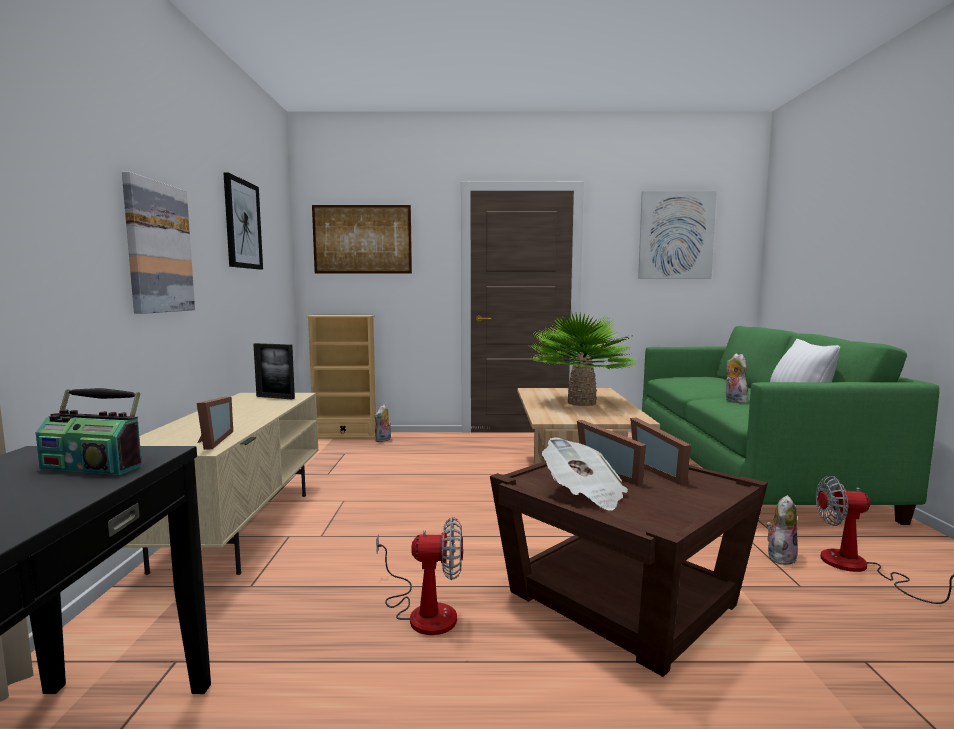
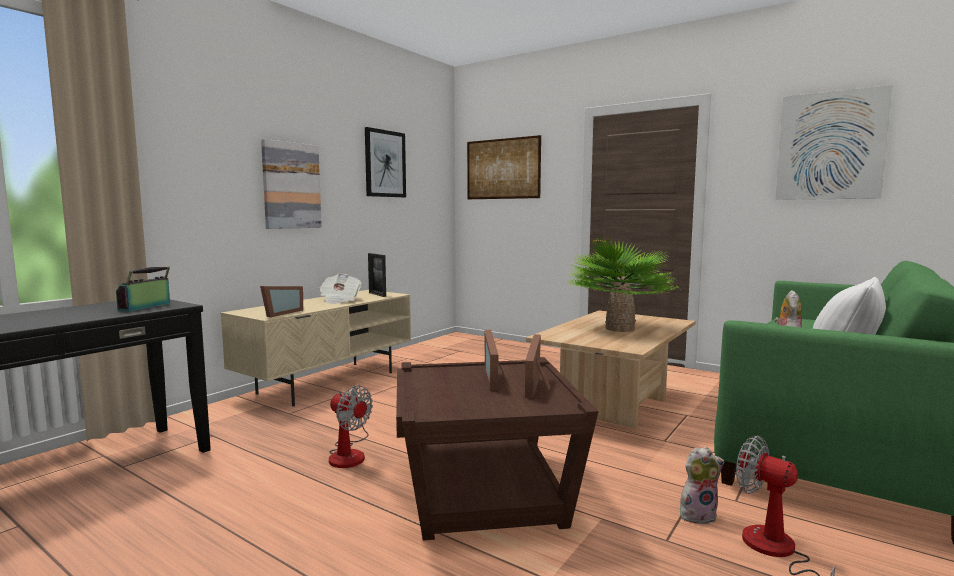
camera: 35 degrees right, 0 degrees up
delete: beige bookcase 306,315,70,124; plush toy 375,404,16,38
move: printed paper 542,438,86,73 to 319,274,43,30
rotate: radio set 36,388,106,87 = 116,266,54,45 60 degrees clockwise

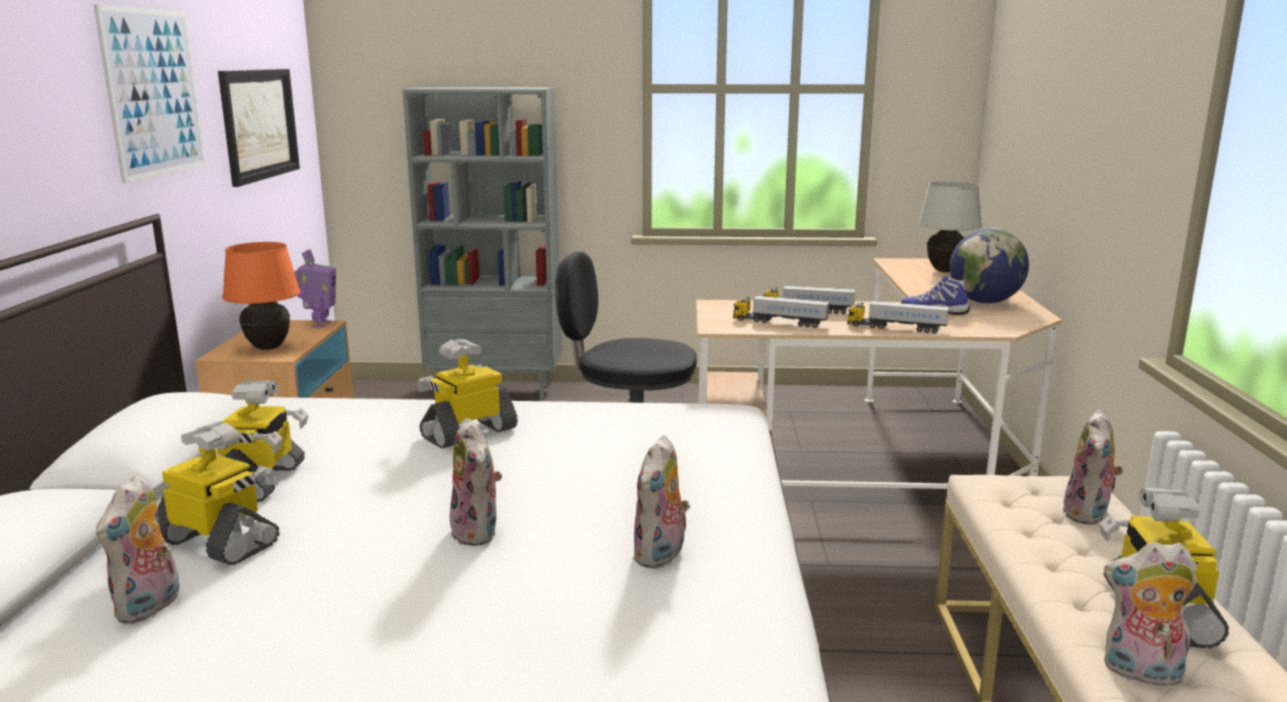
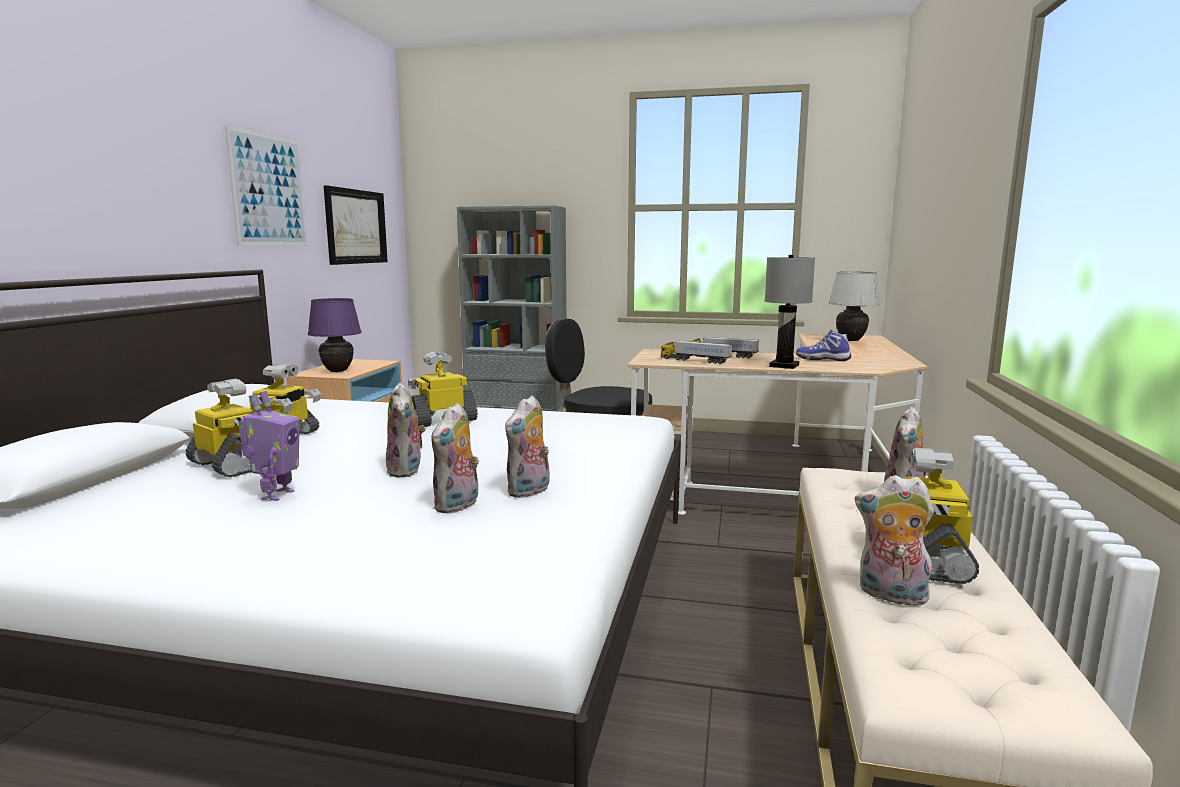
camera: 10 degrees right, 5 degrees down
delete: desk globe 950,228,79,76
move: toy robot 294,249,42,79 to 238,391,61,110; plush toy 96,476,84,148 to 431,403,48,110
replace: toy truck 847,301,102,33 to grey lamp for a table 765,255,50,114
recolor: orange lamp for a table 222,242,78,108 to purple-coloured lamp for a table 308,298,54,74

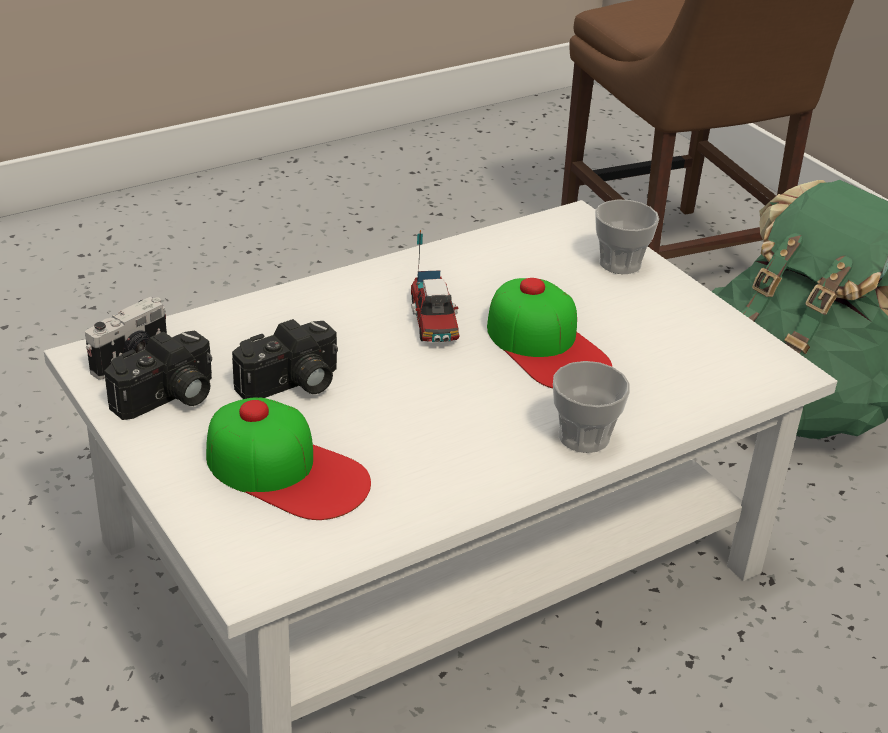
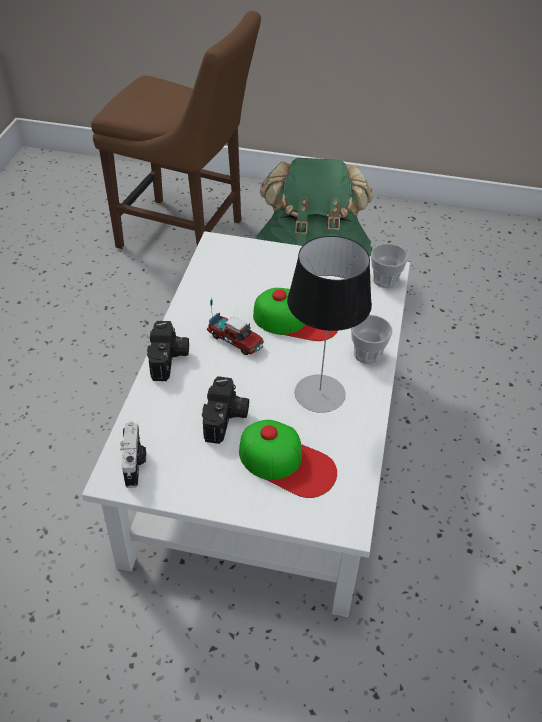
camera: 45 degrees left, 10 degrees up
insert: lamp for a table 287,236,85,177
move: photo camera 105,330,107,90 to 147,321,42,60; small cup 595,199,64,75 to 371,244,37,44
rotate: baseball cap 206,397,165,123 = 239,420,98,78 45 degrees clockwise

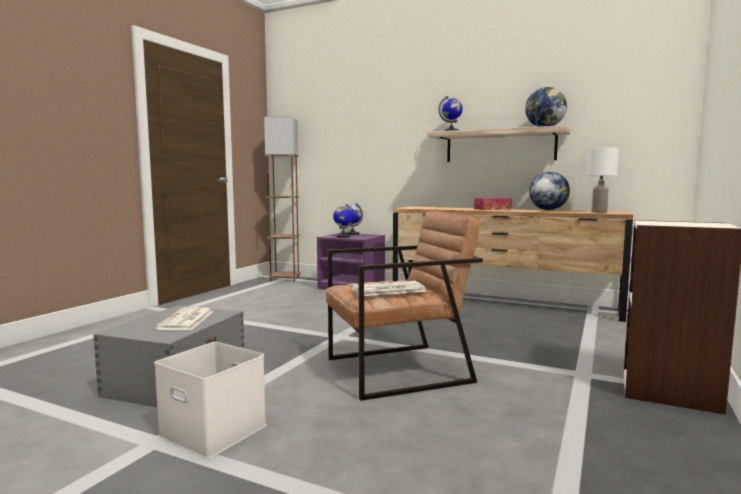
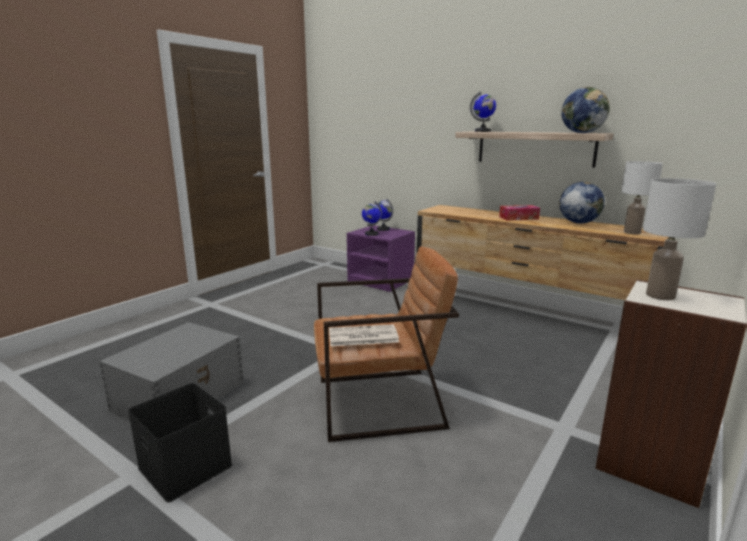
camera: 10 degrees right, 10 degrees up
delete: printed paper 155,307,58,23; brownish floor lamp 264,117,37,165
insert: white-coloured lamp for a table 643,178,73,122
recolor: white-coloured storage box 154,342,112,117 to blackish storage box 128,383,104,120

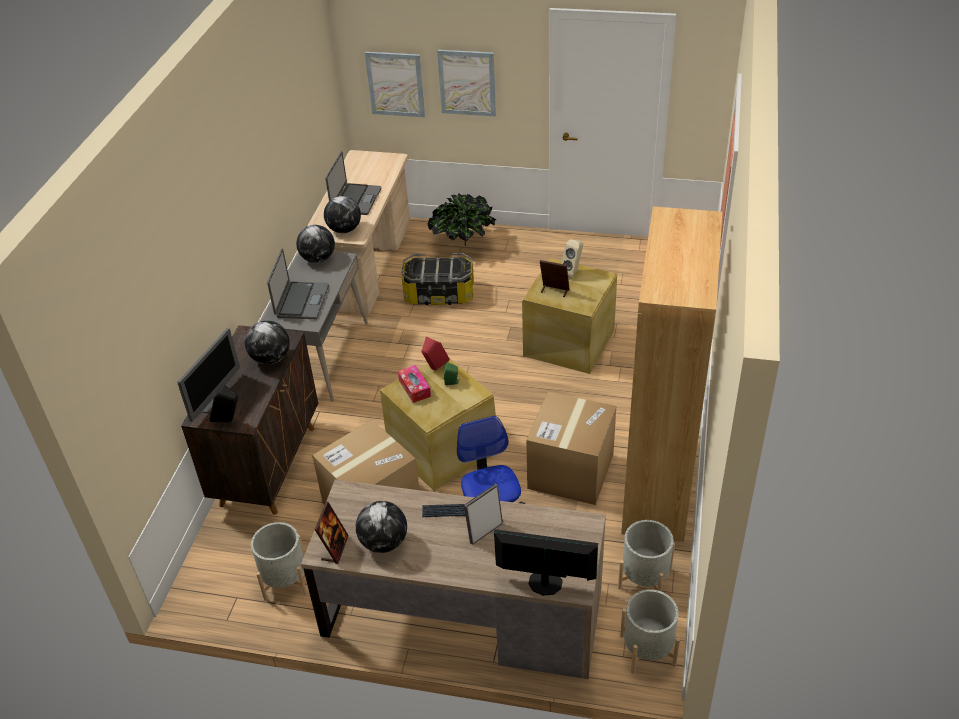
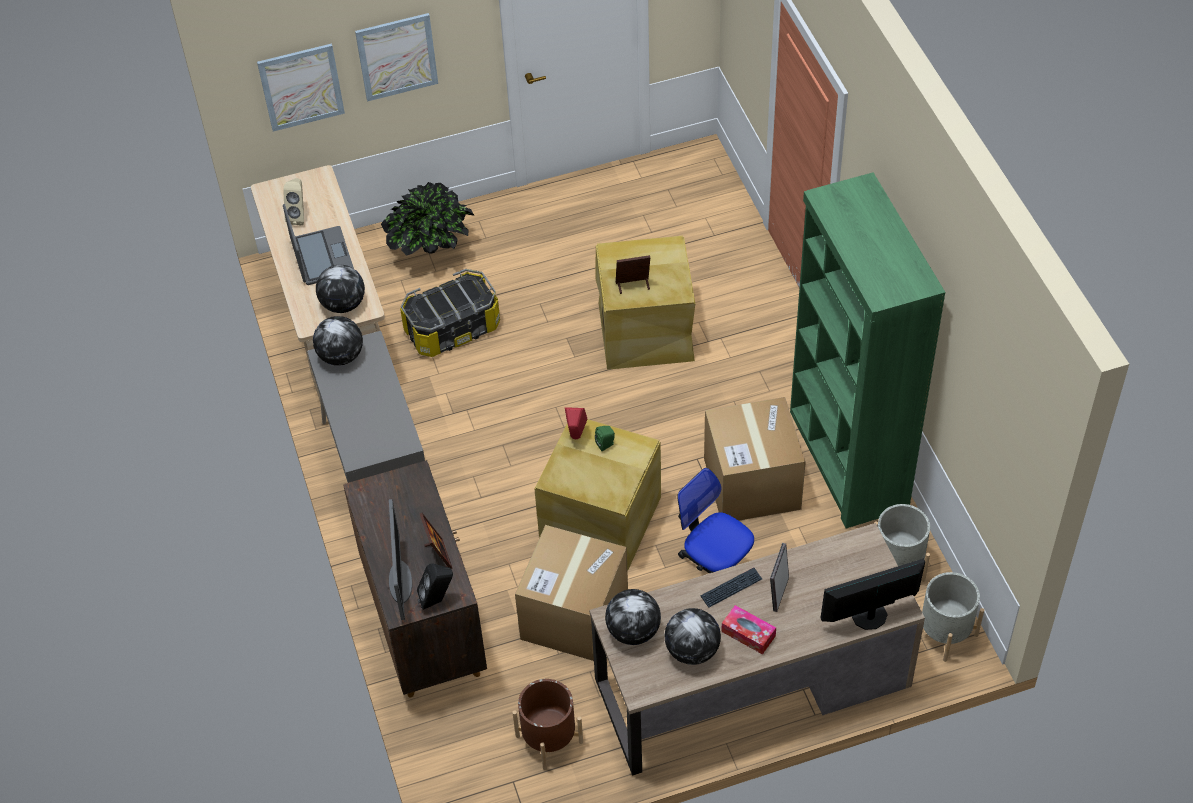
camera: 30 degrees left, 10 degrees up
delete: portable computer 267,249,62,70
move: beige audio speaker 561,239,22,39 to 283,178,21,47; picture frame 315,501,34,63 to 420,513,32,56; desk globe 245,321,45,44 to 605,589,56,56; tissue box 398,365,33,38 to 721,605,55,50
recolor: grey plant pot 251,522,56,79 to brownish plant pot 512,679,71,91; brownish bookcase 621,207,101,335 to greenish bookcase 790,172,155,357

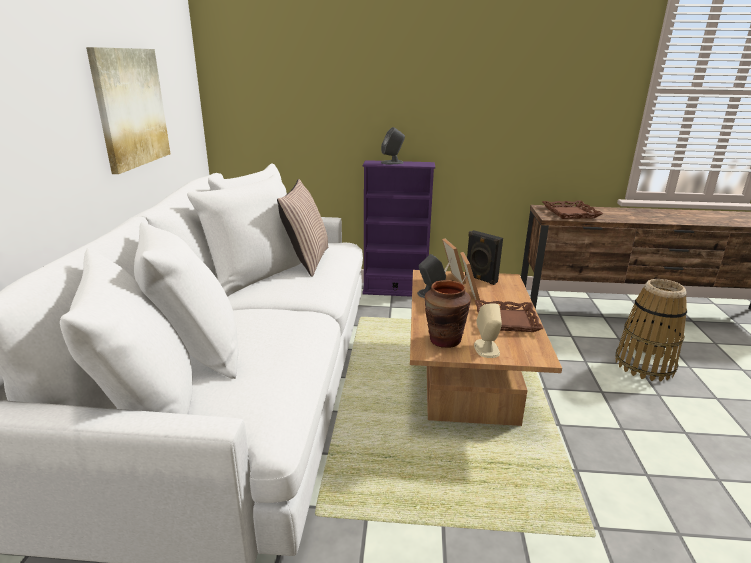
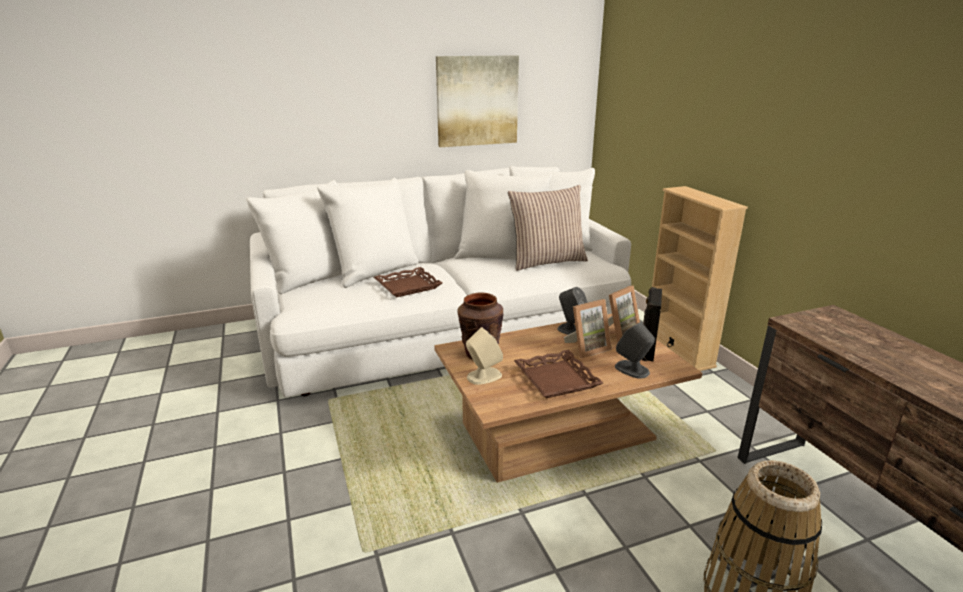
camera: 65 degrees right, 0 degrees up
move: brownish serving tray 542,200,61,19 to 374,267,68,30; grey audio speaker 381,127,24,37 to 615,322,40,57
recolor: purple-coloured bookcase 362,160,73,137 to beige bookcase 652,186,96,185

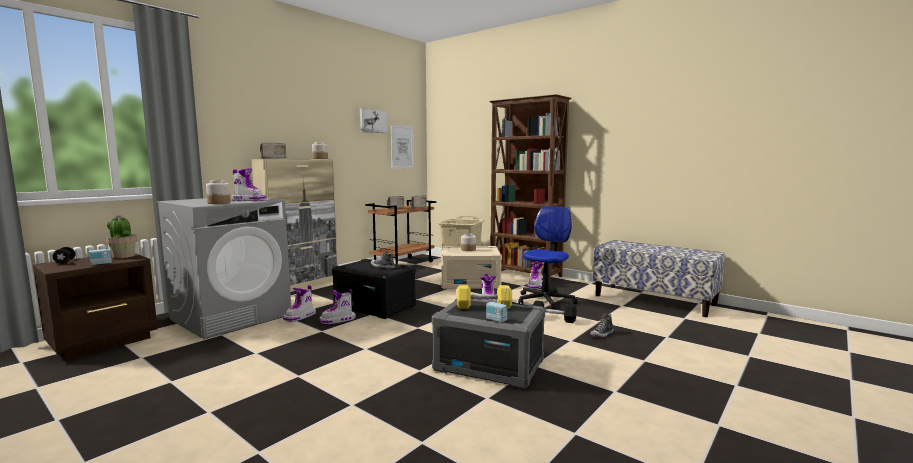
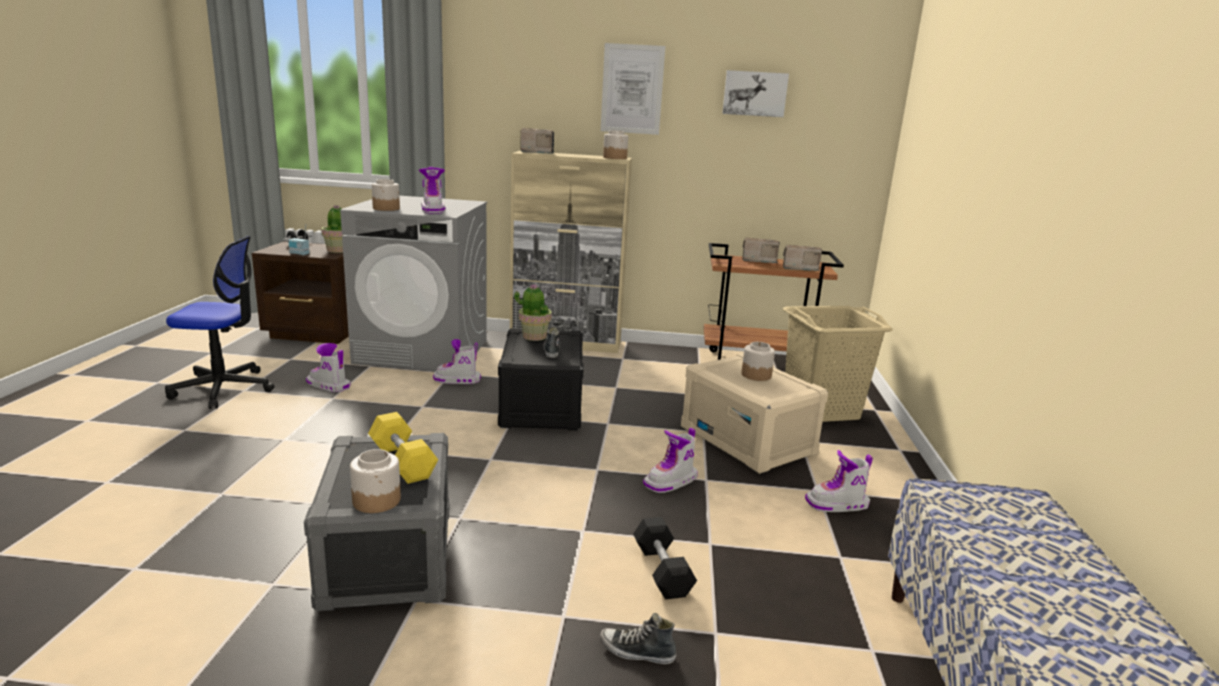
camera: 55 degrees right, 10 degrees up
delete: radio set 486,288,22,35; brownish bookcase 489,94,82,188
insert: preserve jar 350,449,51,64; plant in a pot 514,284,38,57
move: office chair 518,206,60,104 to 165,236,109,173; tall boot 319,289,37,35 to 306,343,44,49; wall picture 391,125,23,44 to 601,43,64,92

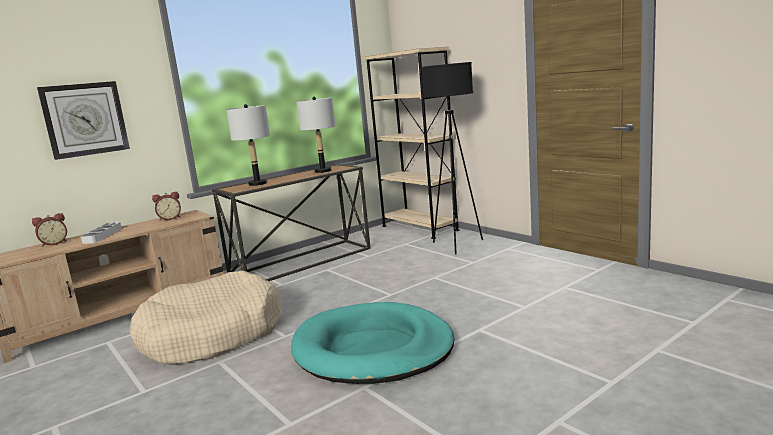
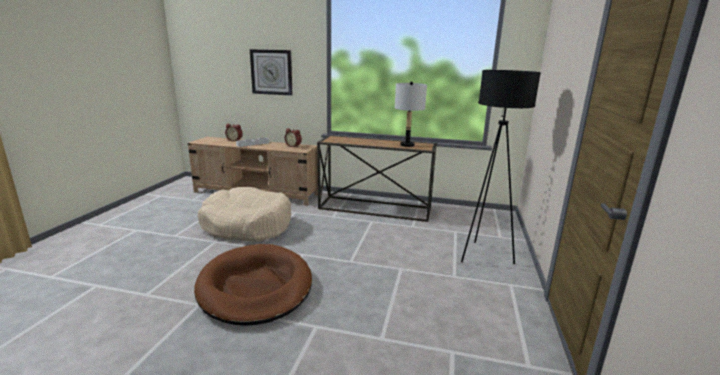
camera: 50 degrees right, 5 degrees up
delete: grey lamp for a table 226,104,44,82; beige bookcase 364,47,95,192
recolor: blue-green dog bed 291,302,163,82 to brownish dog bed 194,244,118,82

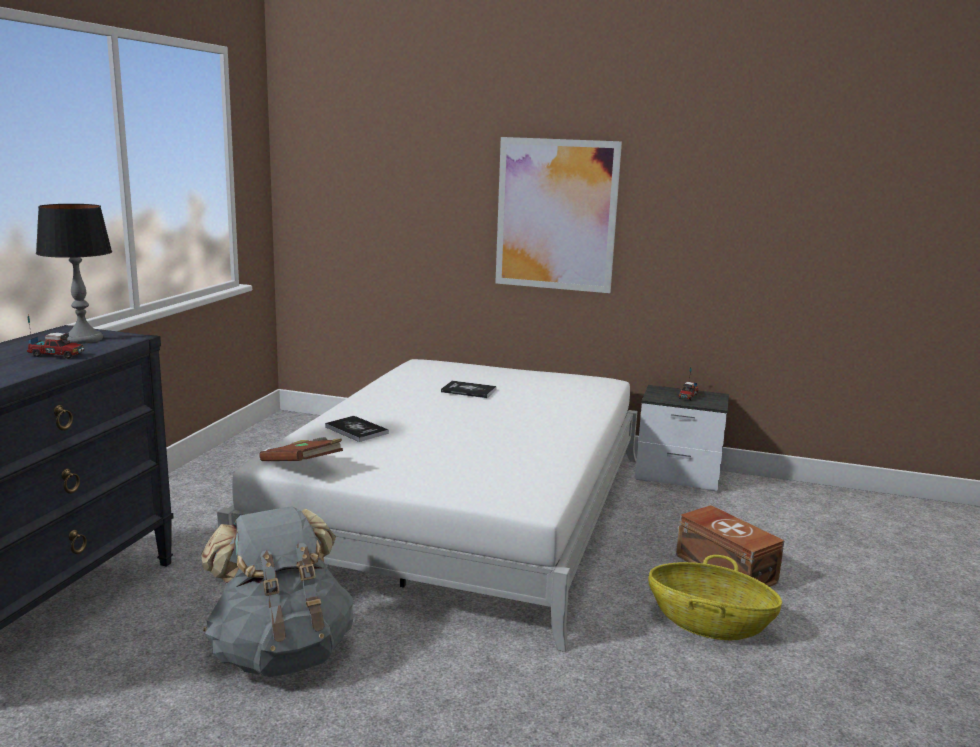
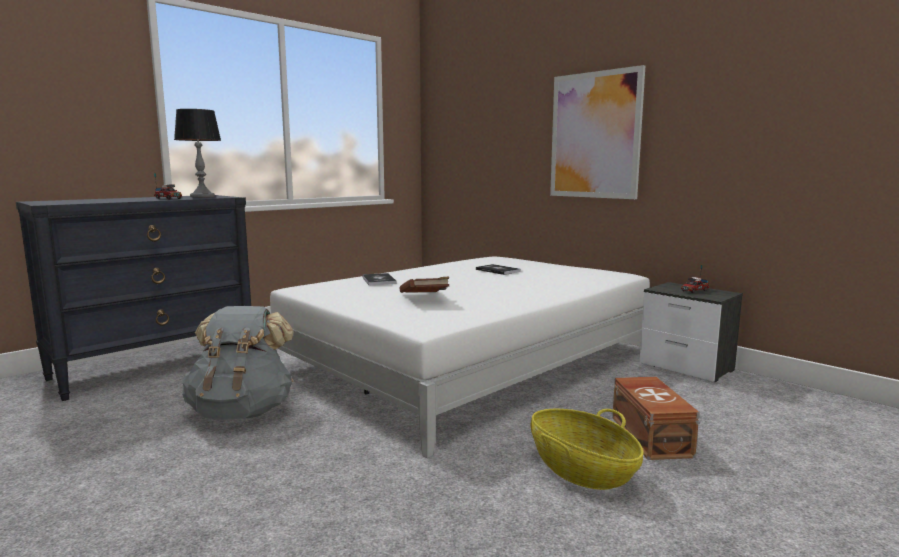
camera: 30 degrees right, 5 degrees down
move: brownish volume 259,437,84,24 to 400,276,49,17

